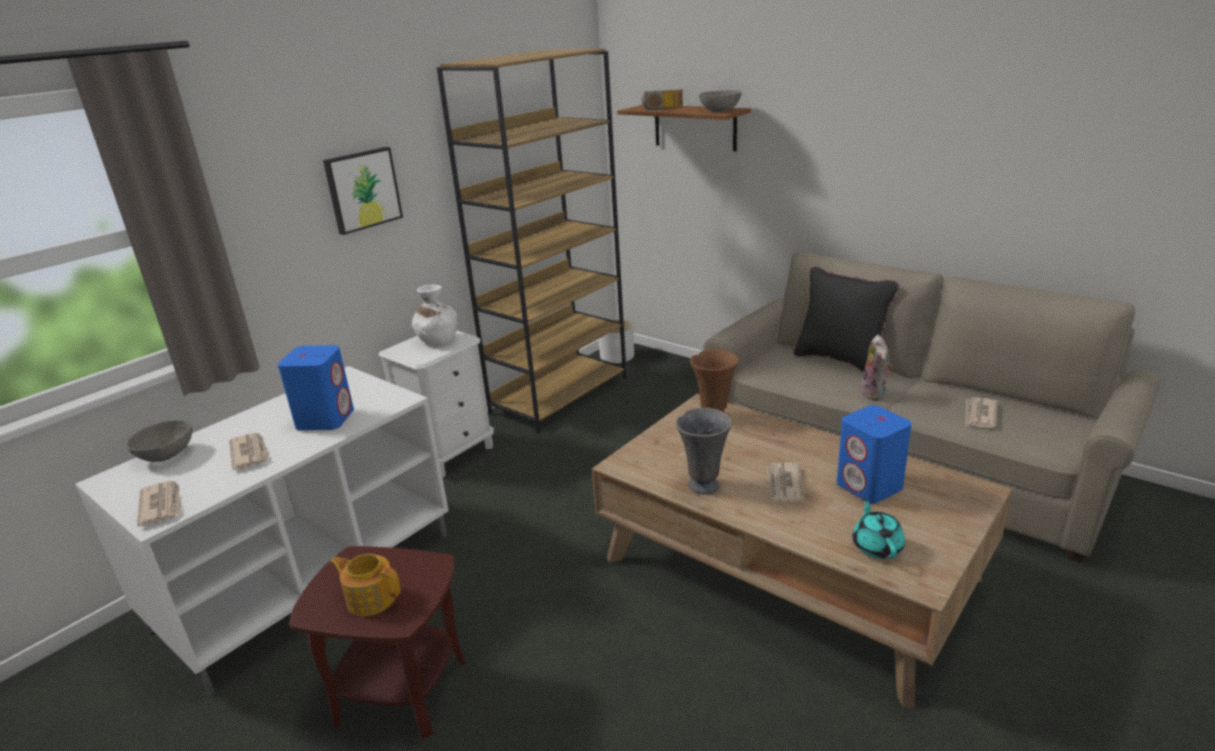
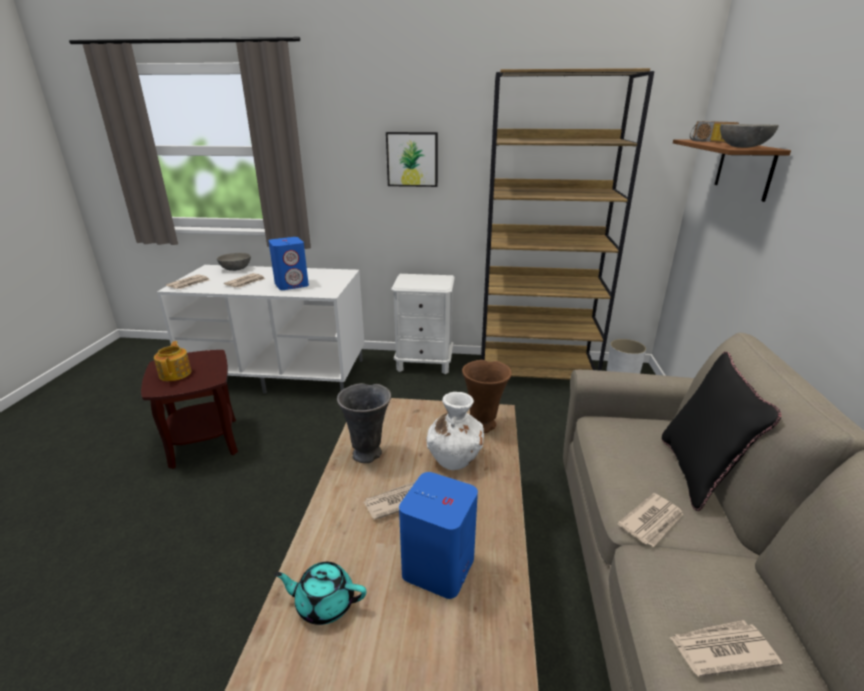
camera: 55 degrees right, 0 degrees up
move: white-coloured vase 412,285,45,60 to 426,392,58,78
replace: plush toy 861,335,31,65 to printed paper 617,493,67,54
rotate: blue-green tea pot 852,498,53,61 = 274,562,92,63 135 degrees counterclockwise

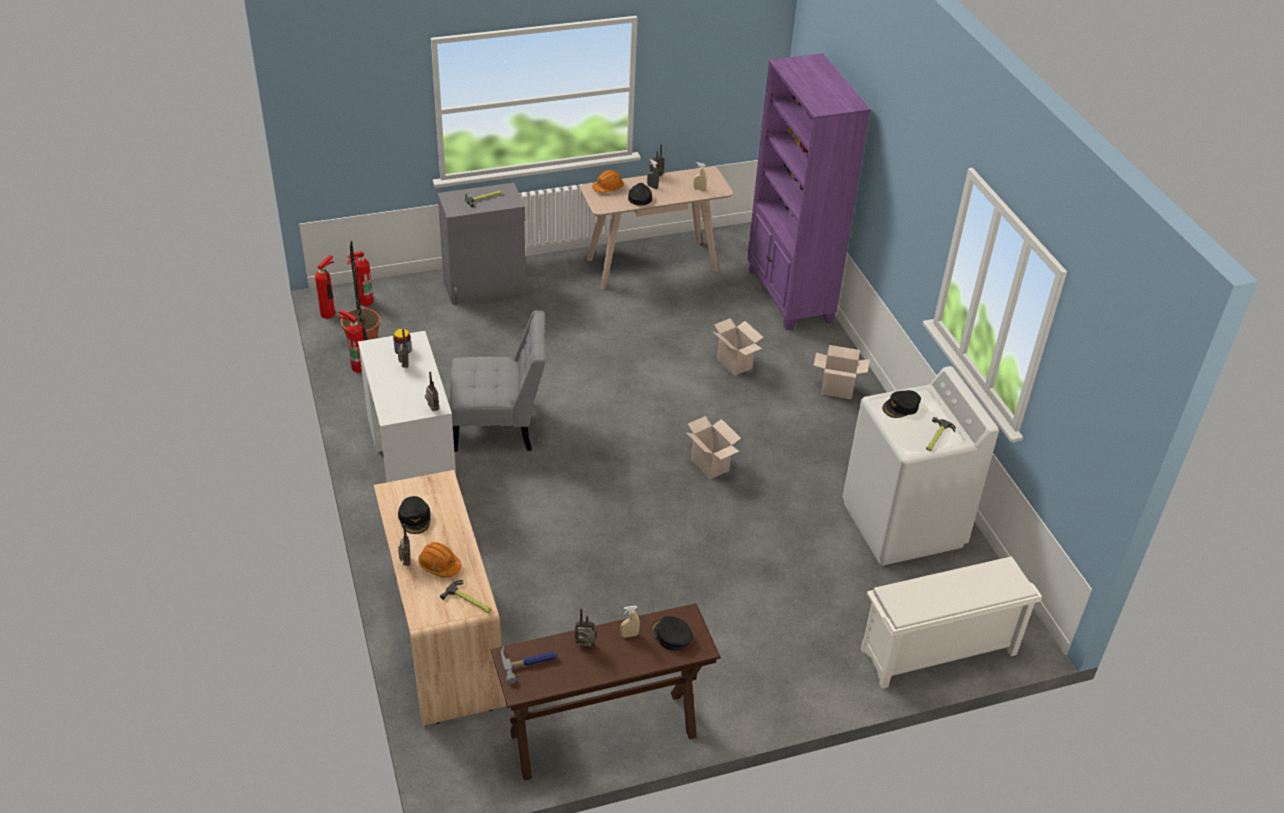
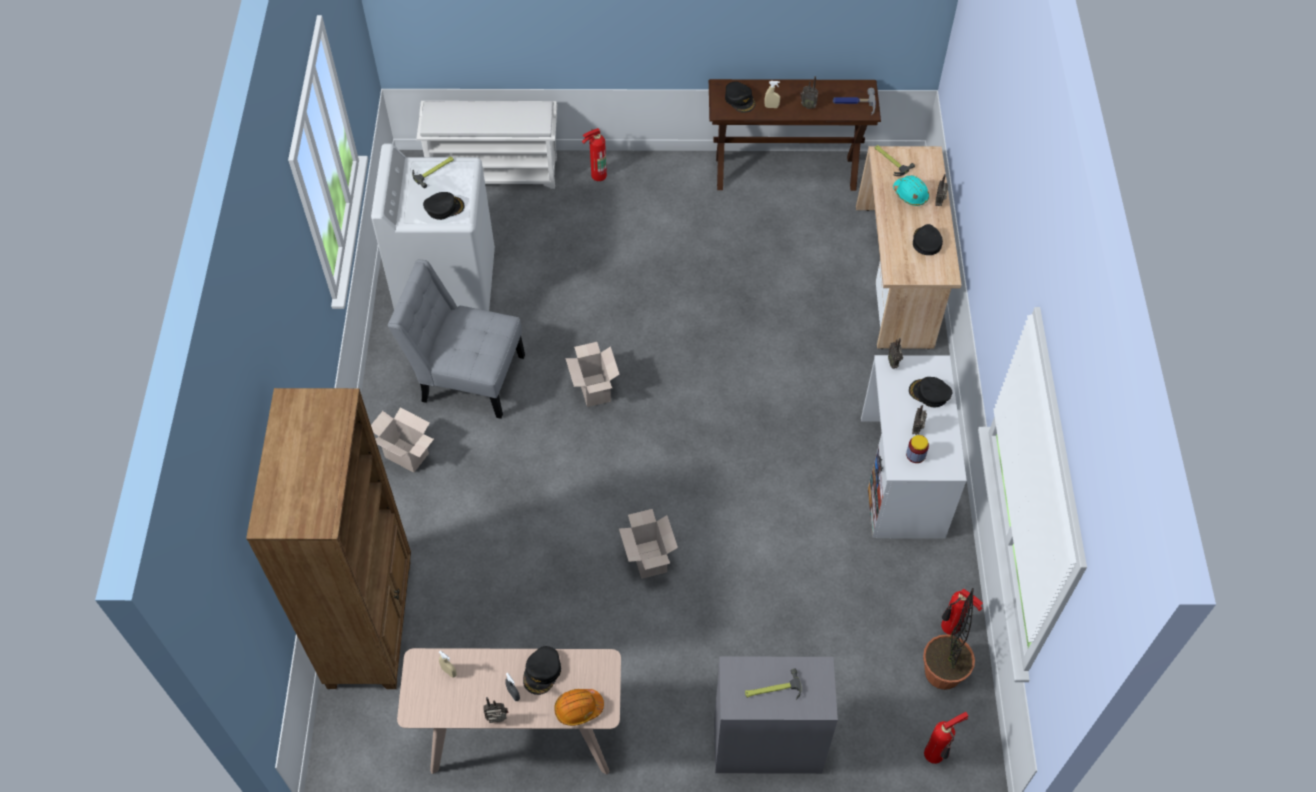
camera: 160 degrees left, 15 degrees up
insert: blackish baseball cap 909,377,43,30
move: grey upright chair 449,311,97,141 to 388,260,137,159; extinguisher 315,255,20,64 to 582,128,25,53; cardboard box 714,318,49,58 to 619,509,59,70
recolor: purple-coloured bookcase 747,53,124,278 to brownish bookcase 246,388,165,301; orange hard hat 418,542,44,36 to blue-green hard hat 893,175,36,31

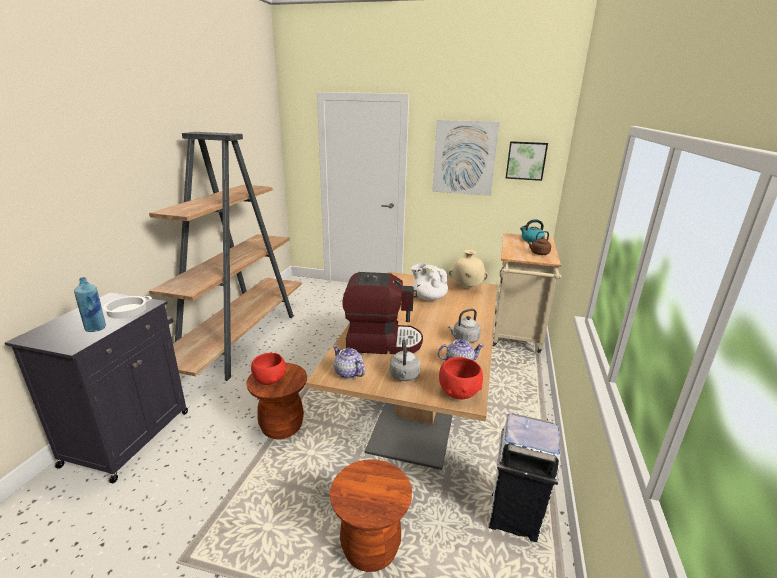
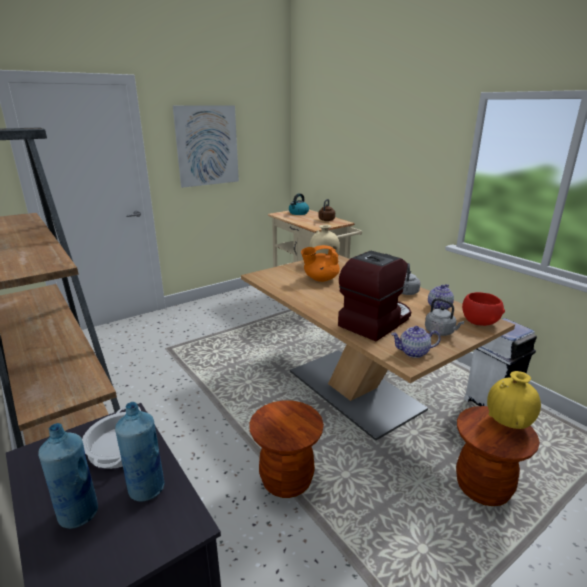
camera: 50 degrees left, 0 degrees up
delete: reddish bowl 251,353,35,32; wall picture 506,141,42,40
insert: blue-coloured beverage bottle 38,423,60,106; yellow vase 487,371,54,58
recolor: white-coloured tea pot 411,263,37,38 to orange tea pot 301,245,39,37

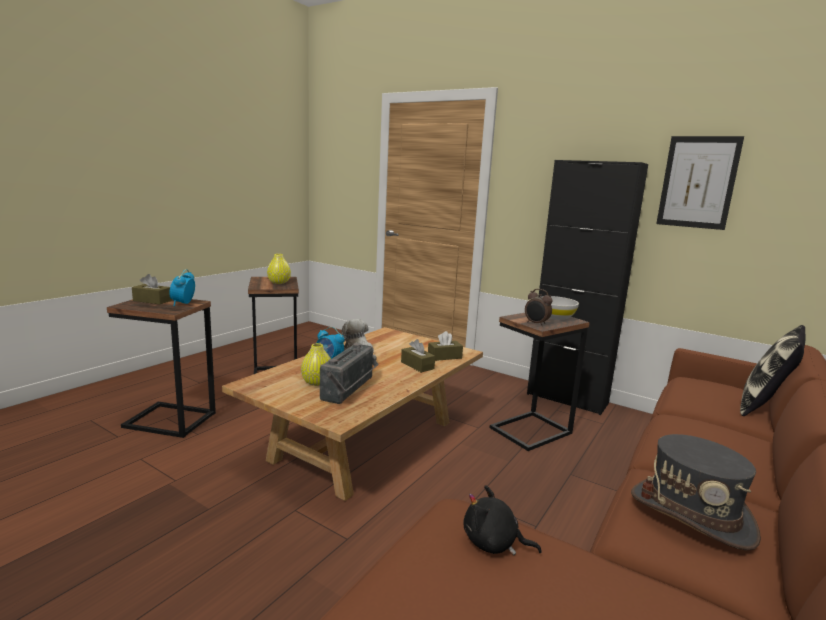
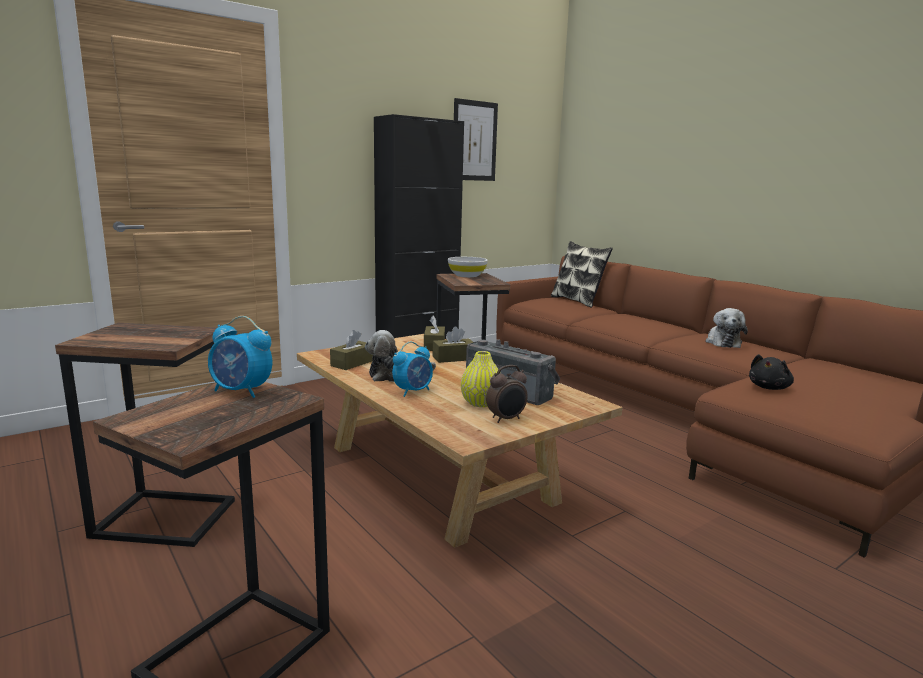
camera: 70 degrees left, 0 degrees up
delete: yellow vase 267,254,24,30
move: brownish tissue box 132,274,40,30 to 330,330,43,40; table clock 525,289,28,37 to 486,365,42,58
replace: grey wearable hat 631,434,130,116 to plush toy 705,308,43,40

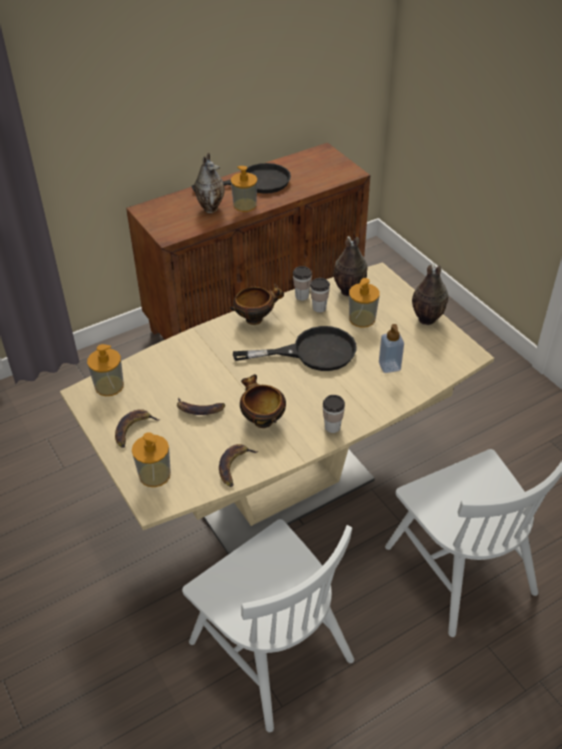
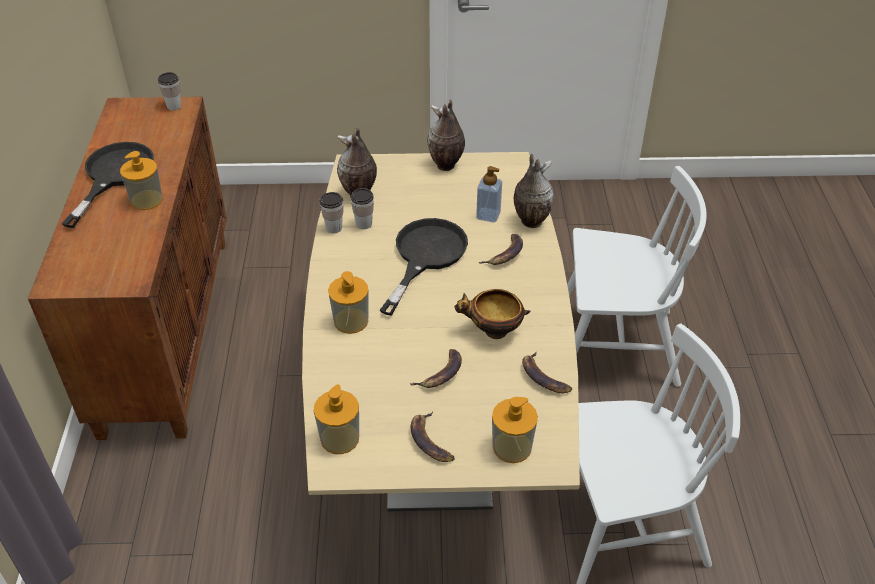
camera: 60 degrees left, 0 degrees up
delete: bowl 230,284,54,41
insert: banana 478,234,45,31
move: small cup 323,395,22,38 to 158,72,23,38; liquid soap bottle 349,278,31,50 to 328,271,41,63; vase 194,153,31,60 to 514,154,40,74

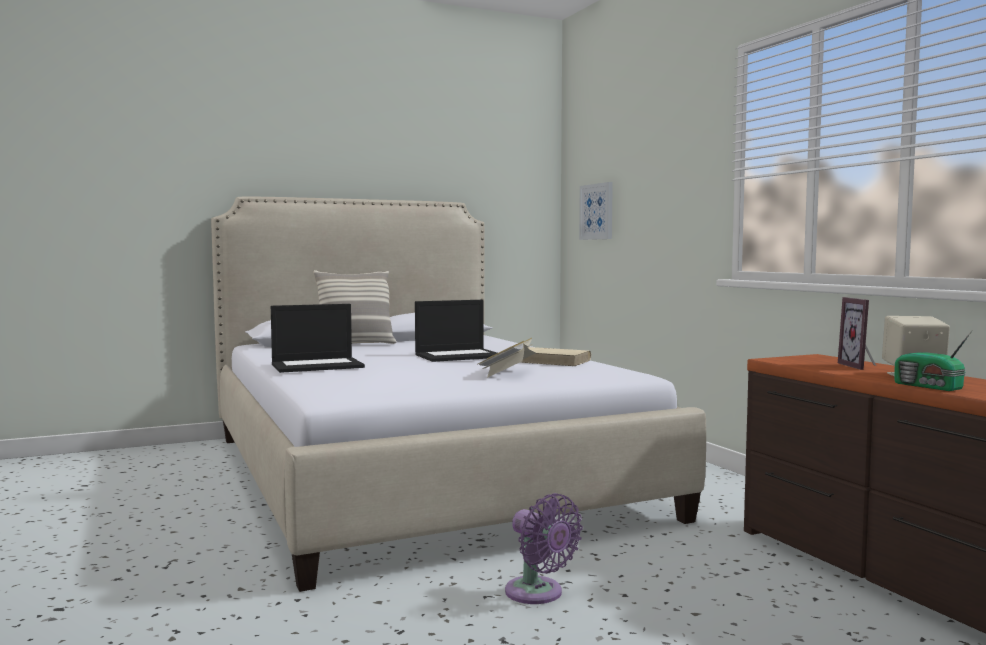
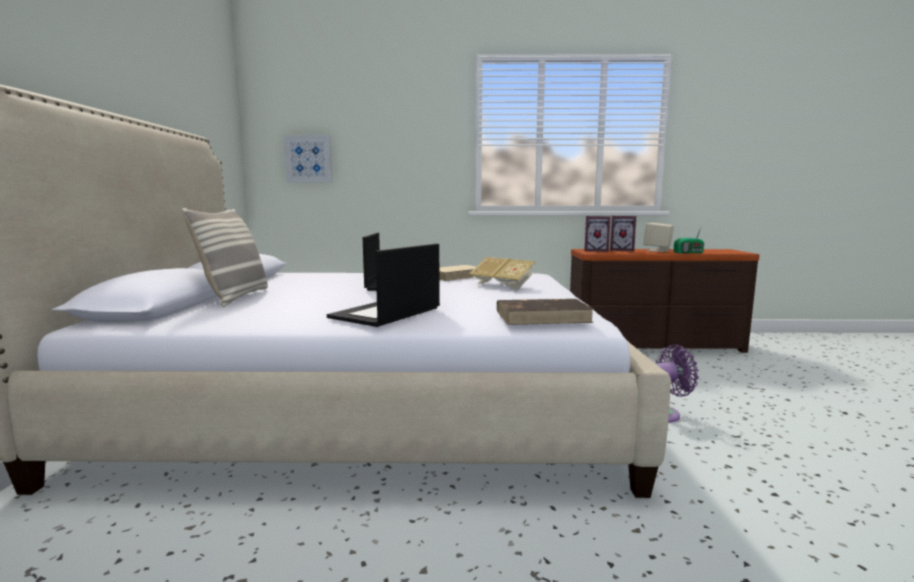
camera: 65 degrees left, 5 degrees up
insert: brownish volume 497,299,98,26; picture frame 584,216,27,36
rotate: portable computer 271,304,94,69 = 327,244,113,83 150 degrees counterclockwise

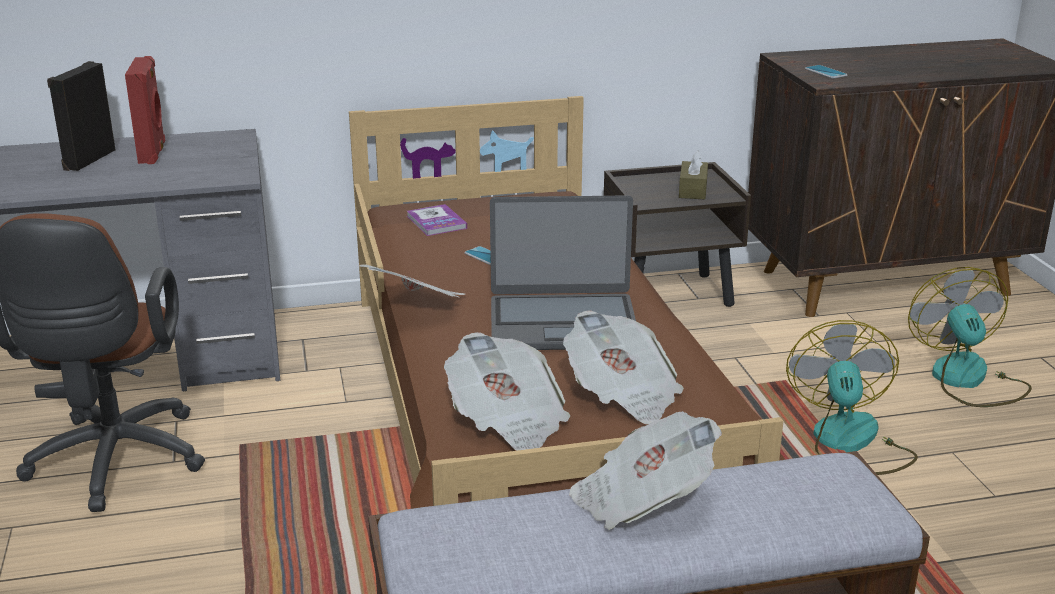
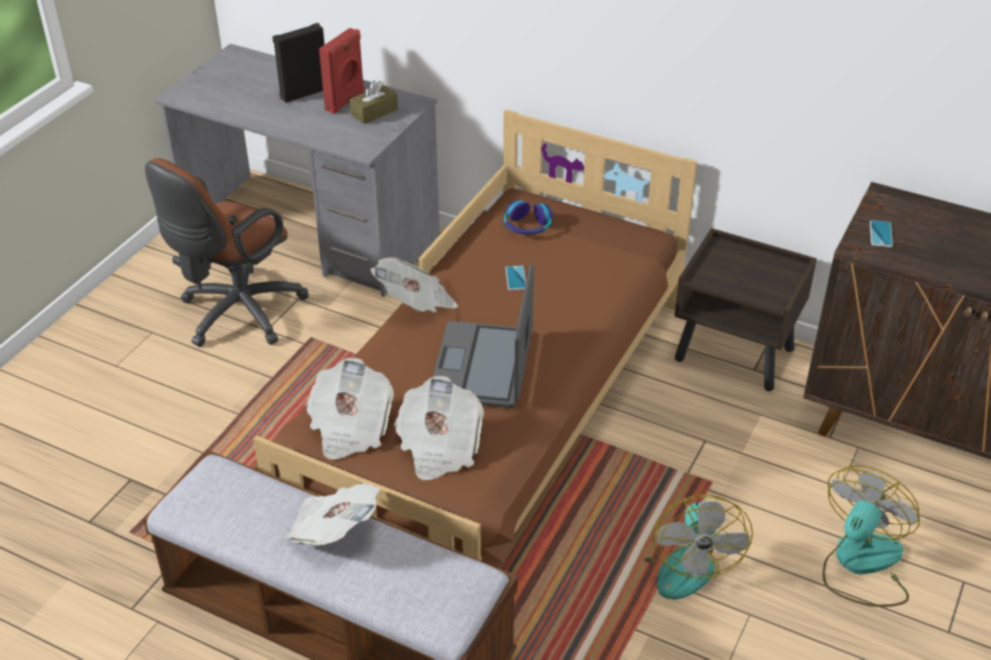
camera: 40 degrees right, 15 degrees up
move: brownish tissue box 679,150,29,49 to 349,80,49,44
replace: volume 407,204,60,32 to pair of headphones 504,200,49,35
rotate: portable computer 490,195,146,155 = 433,264,101,144 60 degrees clockwise; cooling fan 786,320,132,155 = 644,494,109,106 135 degrees clockwise

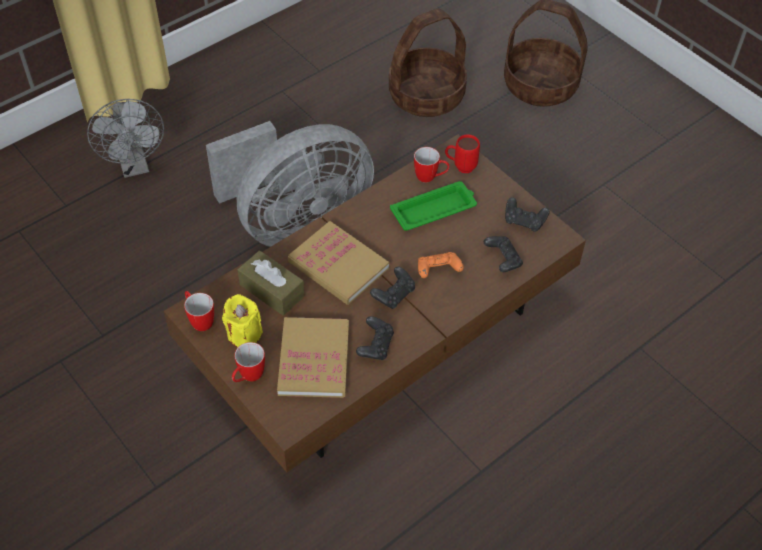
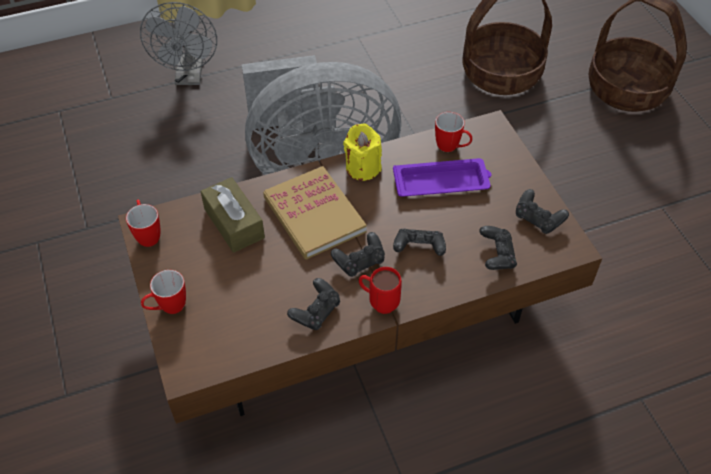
camera: 20 degrees right, 0 degrees up
delete: volume 277,317,72,81
move: yellow wax light 222,294,41,53 to 343,123,39,58; reddish coffee mug 445,135,35,38 to 359,267,43,47
recolor: greenish serving tray 390,181,87,50 to purple-coloured serving tray 393,158,99,39; orange game controller 418,252,46,26 to blackish game controller 393,229,53,27

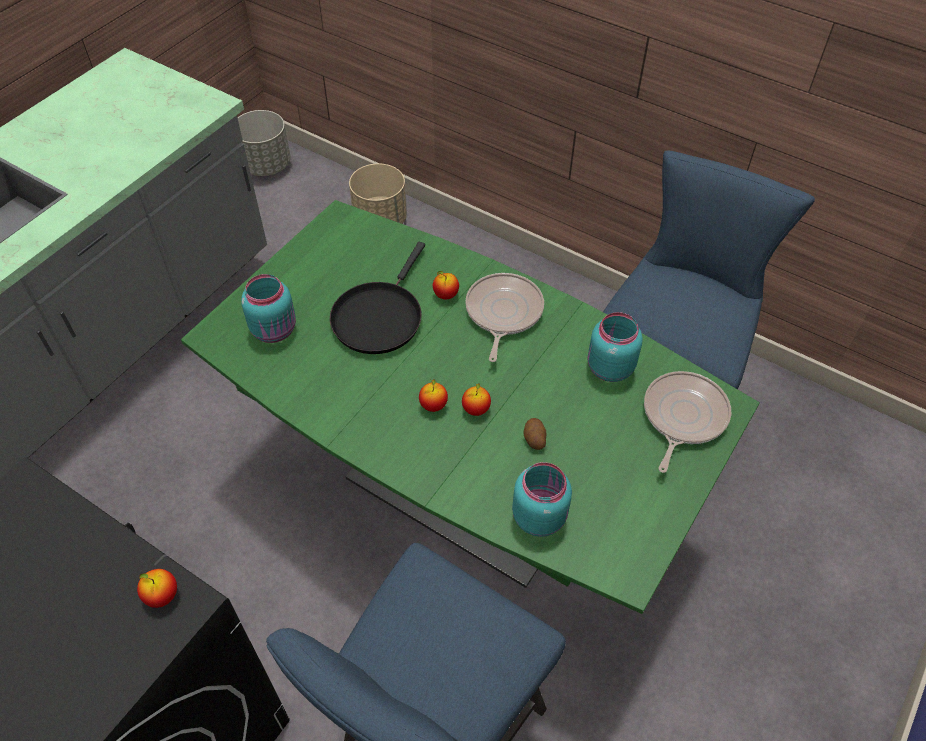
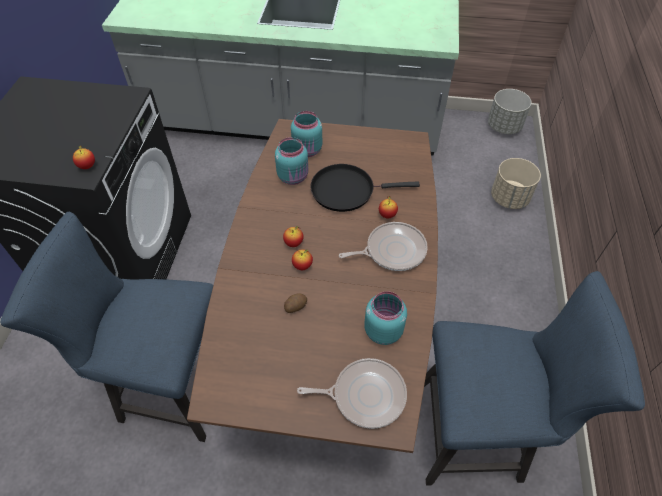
camera: 65 degrees right, 0 degrees up
move: blue-green preserve jar 512,462,60,75 to 275,137,33,48
recolor: greenish dining table 181,200,579,414 to brownish dining table 187,119,251,334

